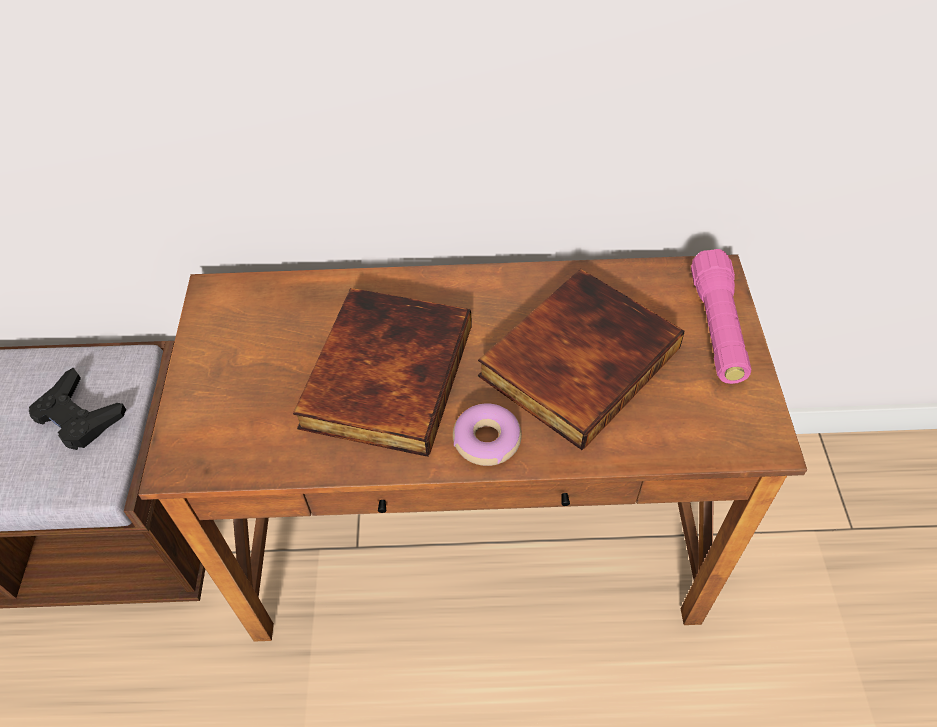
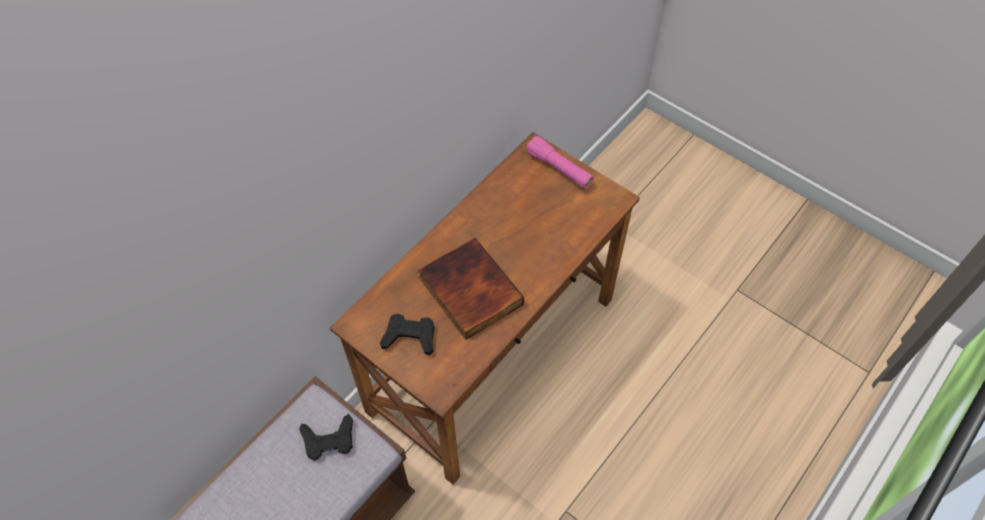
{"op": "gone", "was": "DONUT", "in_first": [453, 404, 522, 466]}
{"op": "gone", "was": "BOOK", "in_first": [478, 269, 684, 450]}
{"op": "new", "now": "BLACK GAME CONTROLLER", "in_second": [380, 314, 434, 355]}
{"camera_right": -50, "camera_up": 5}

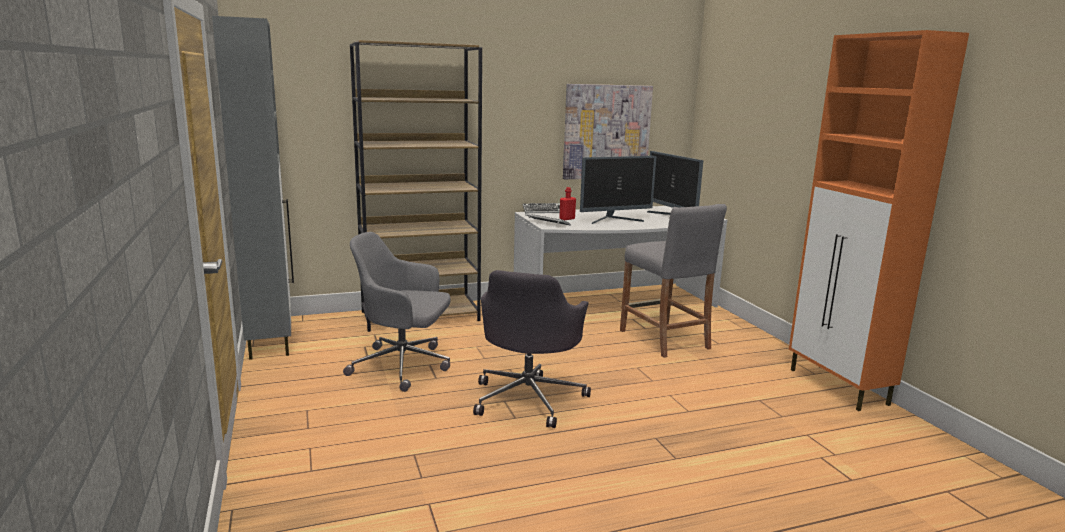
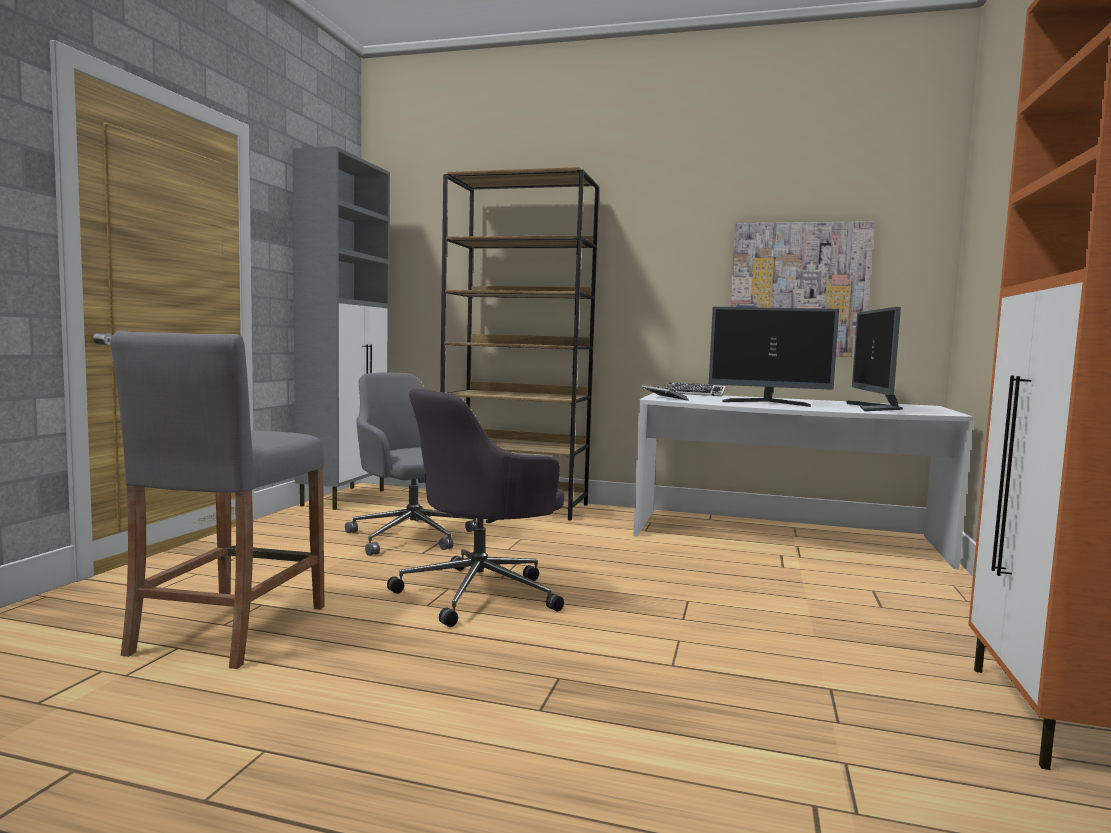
{"op": "gone", "was": "RED BOTTLE", "in_first": [559, 187, 576, 220]}
{"op": "shifted", "was": "GREY STOOL", "in_first": [620, 204, 727, 358], "in_second": [110, 331, 324, 669]}
{"camera_right": 35, "camera_up": -10}

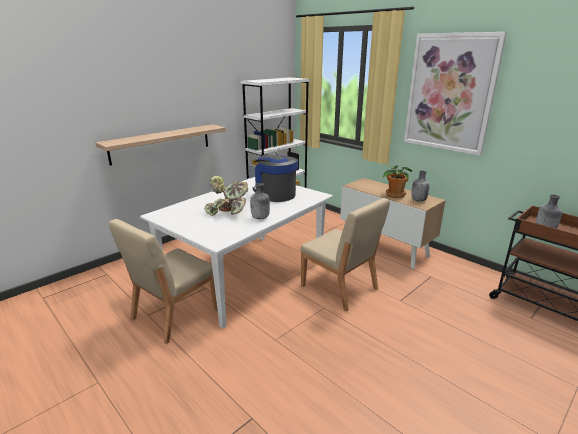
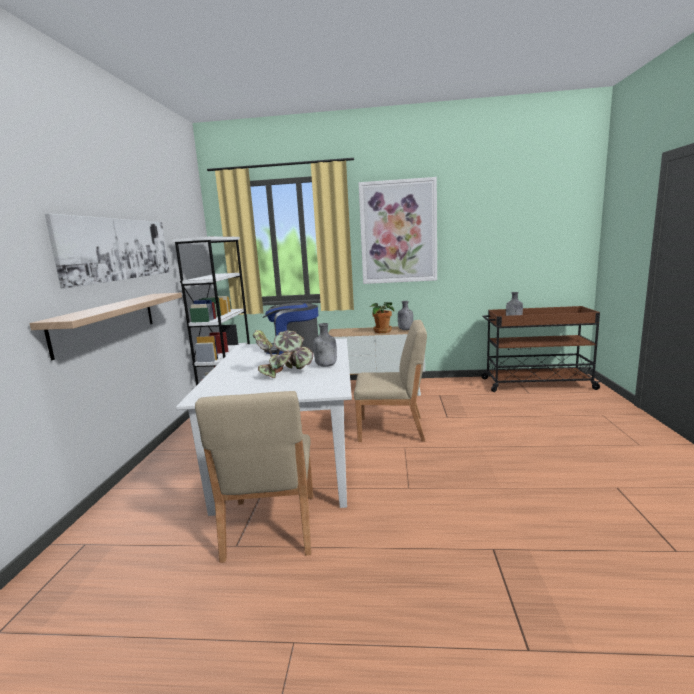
{"op": "new", "now": "PICTURE", "in_second": [45, 214, 170, 289]}
{"camera_right": -40, "camera_up": -10}

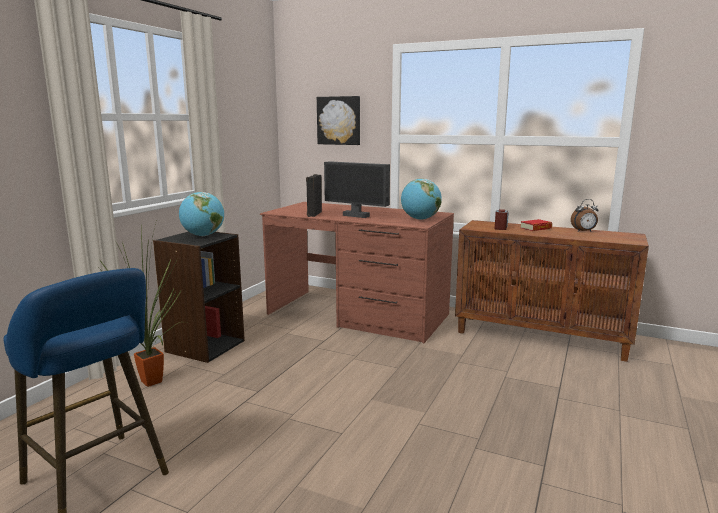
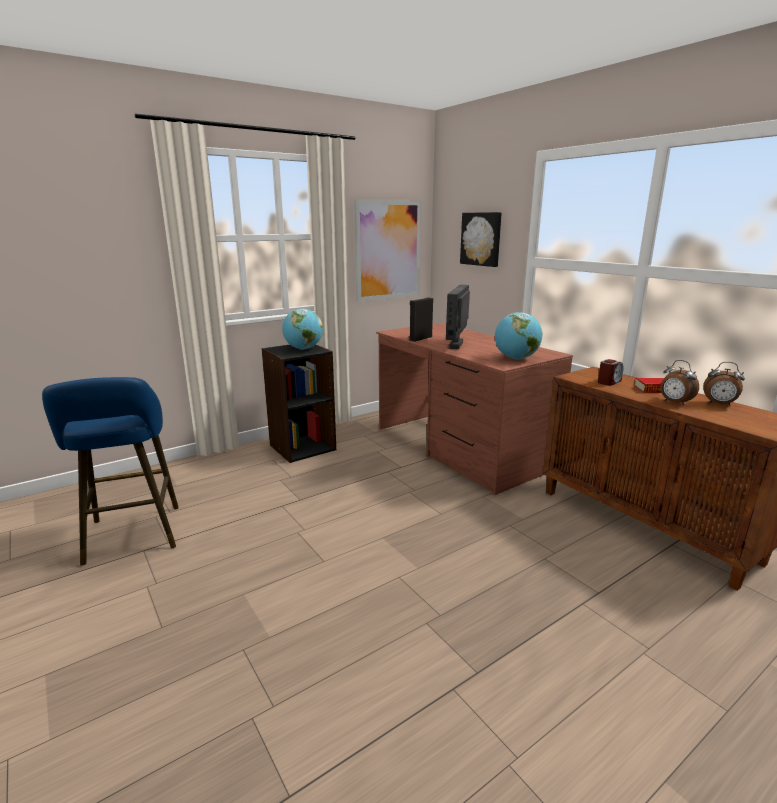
{"op": "gone", "was": "POTTED PLANT", "in_first": [98, 219, 188, 387]}
{"op": "rotated", "was": "MONITOR", "in_first": [324, 161, 390, 218], "in_second": [446, 285, 470, 349], "clockwise": 45}
{"op": "new", "now": "PICTURE", "in_second": [354, 199, 421, 301]}
{"op": "new", "now": "ALARM CLOCK", "in_second": [660, 360, 699, 405]}
{"camera_right": 30, "camera_up": 5}

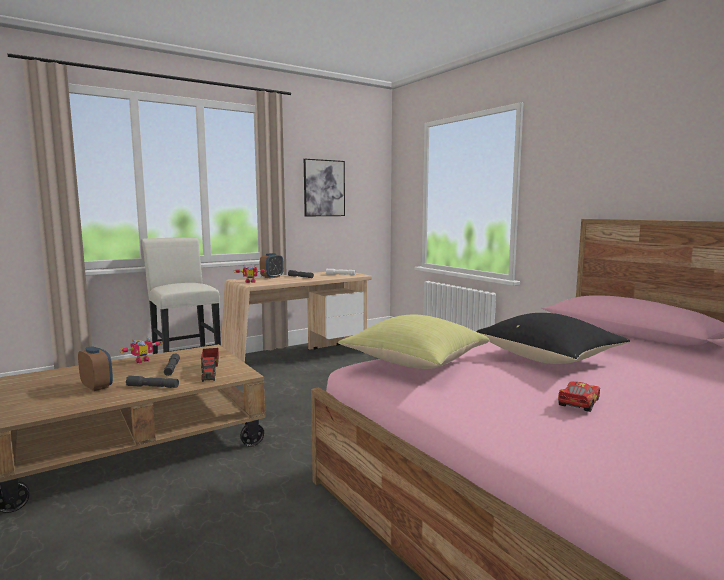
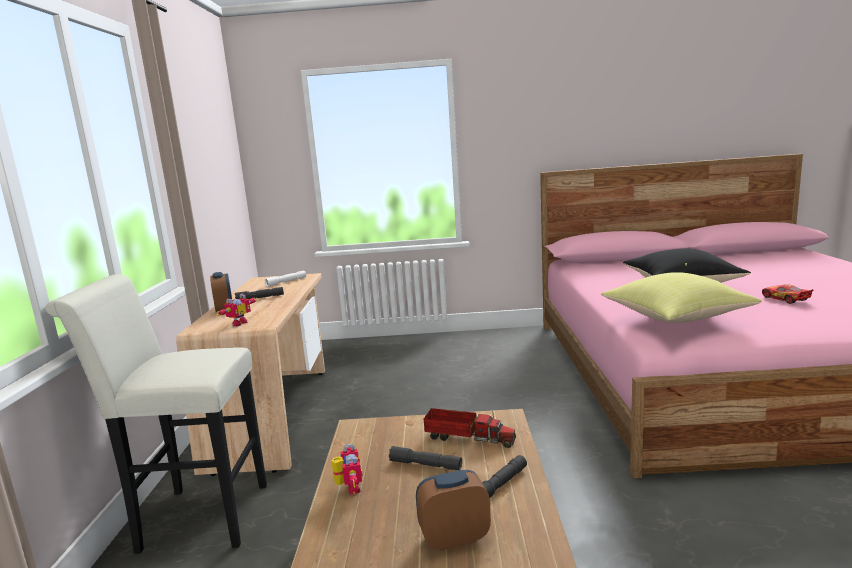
{"op": "gone", "was": "PICTURE", "in_first": [304, 159, 345, 216]}
{"camera_right": -55, "camera_up": 5}

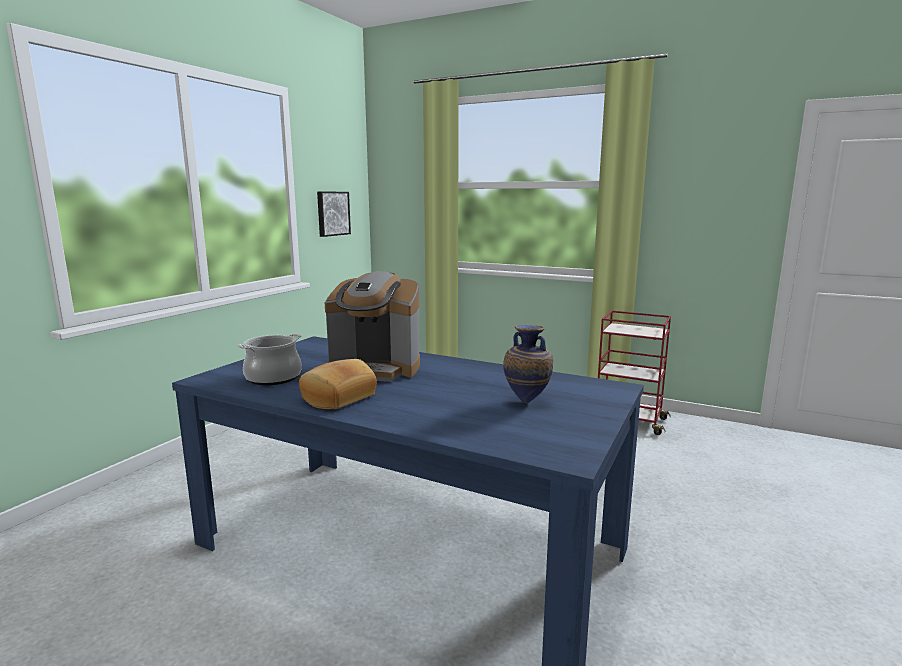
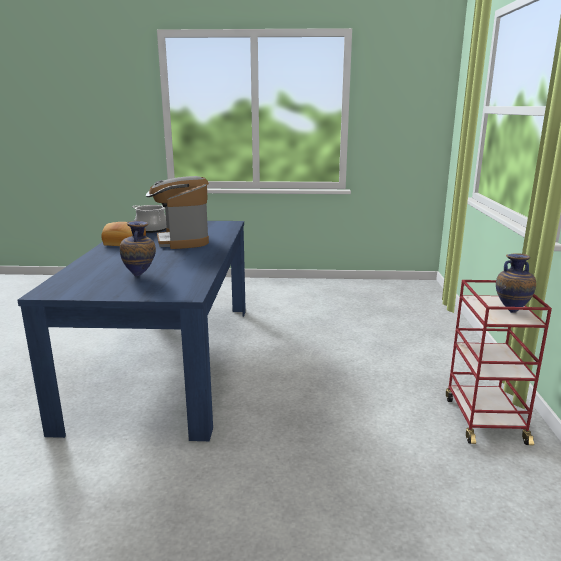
{"op": "gone", "was": "PICTURE", "in_first": [317, 192, 351, 237]}
{"op": "new", "now": "VASE", "in_second": [496, 253, 536, 313]}
{"camera_right": 65, "camera_up": 5}

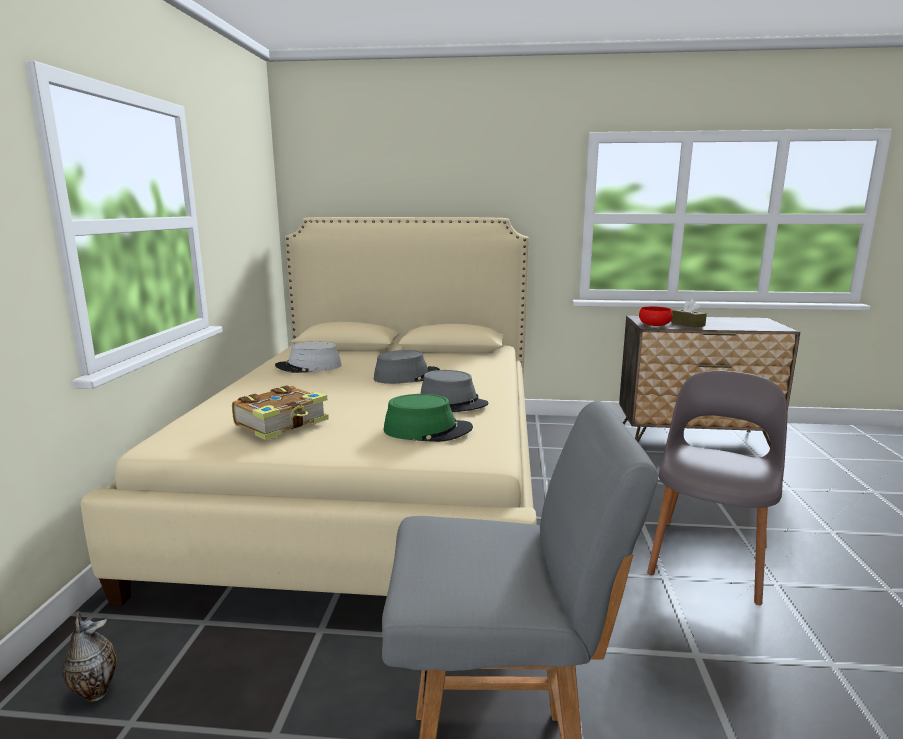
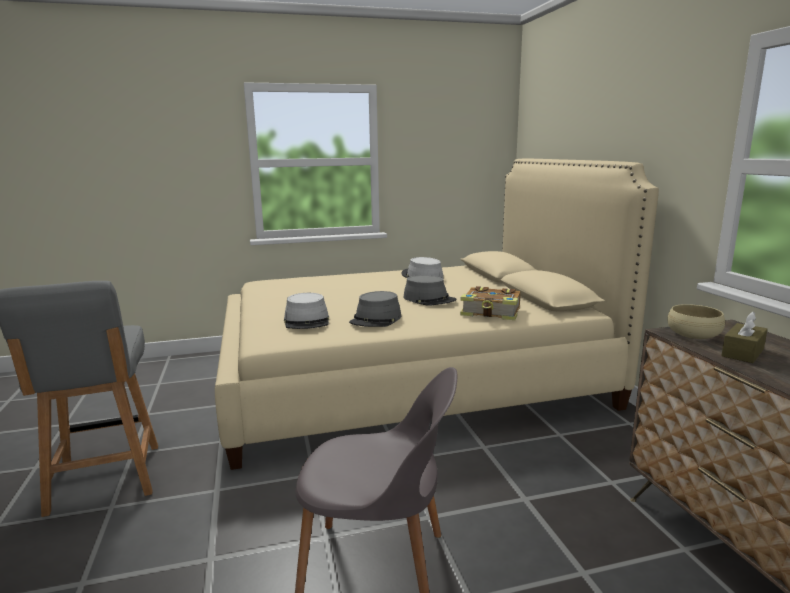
{"op": "gone", "was": "VASE", "in_first": [62, 611, 116, 702]}
{"op": "shifted", "was": "BOOK", "in_first": [232, 385, 329, 440], "in_second": [460, 286, 520, 320]}
{"op": "repainted", "was": "GREEN HAT", "now": "GREY HAT", "in_first": [384, 394, 473, 442], "in_second": [284, 293, 329, 329]}
{"op": "repainted", "was": "RED BOWL", "now": "BEIGE BOWL", "in_first": [639, 306, 673, 326], "in_second": [667, 304, 725, 339]}
{"camera_right": 70, "camera_up": 0}

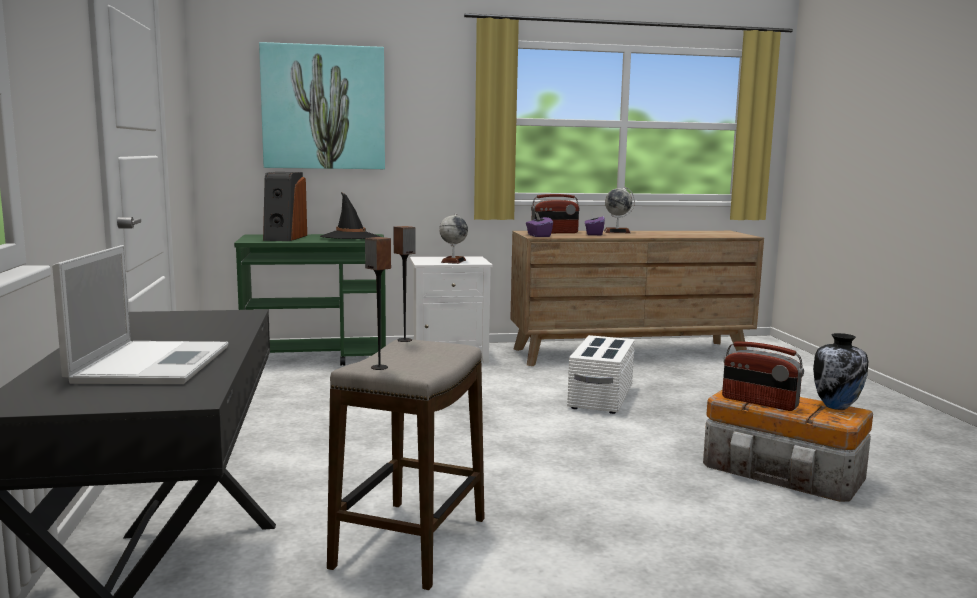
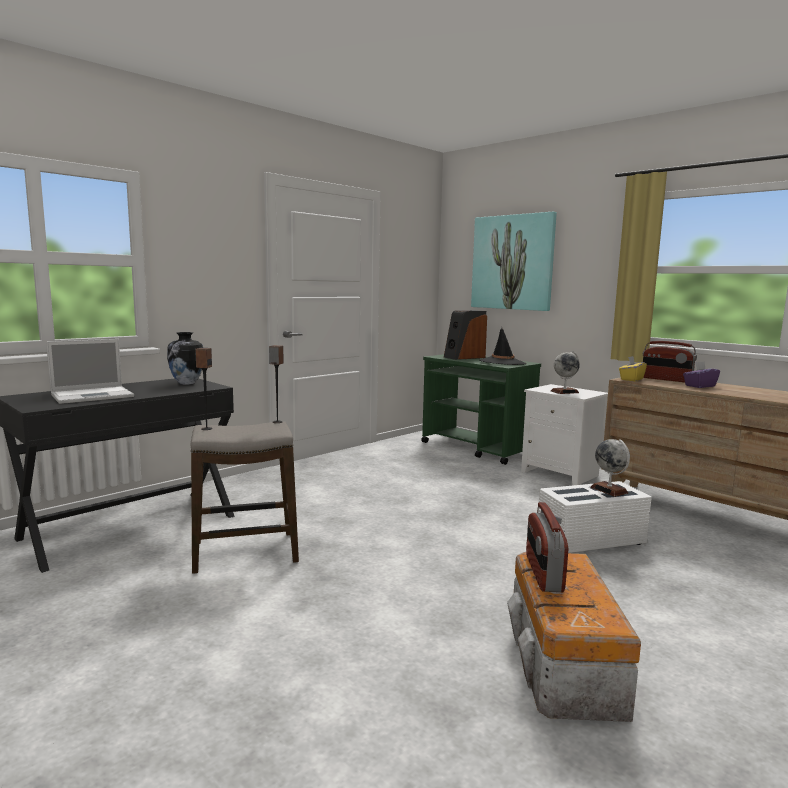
{"op": "repainted", "was": "PURPLE TISSUE BOX", "now": "YELLOW TISSUE BOX", "in_first": [526, 212, 553, 237], "in_second": [619, 356, 647, 381]}
{"op": "shifted", "was": "GLOBE", "in_first": [604, 187, 635, 233], "in_second": [591, 439, 630, 497]}
{"op": "shifted", "was": "VASE", "in_first": [813, 333, 868, 410], "in_second": [167, 332, 203, 385]}
{"camera_right": 55, "camera_up": 0}

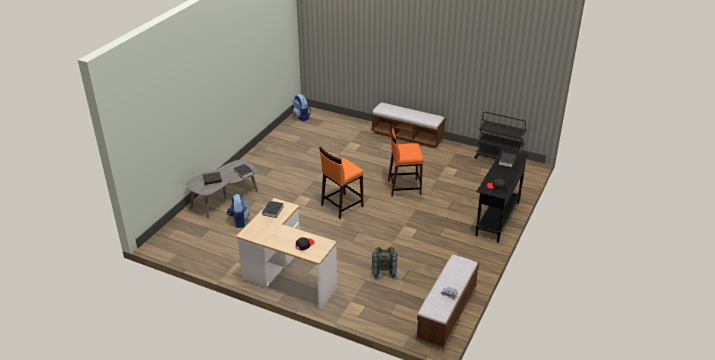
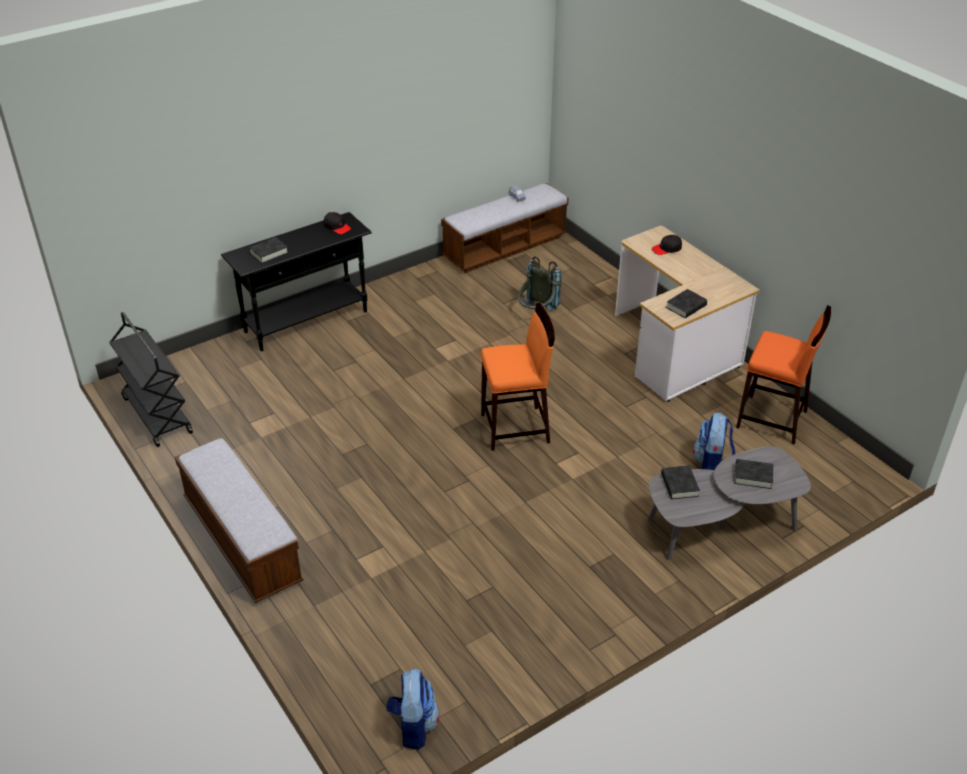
{"op": "shifted", "was": "ORANGE STOOL", "in_first": [388, 124, 423, 197], "in_second": [736, 305, 831, 445]}
{"camera_right": -150, "camera_up": 5}

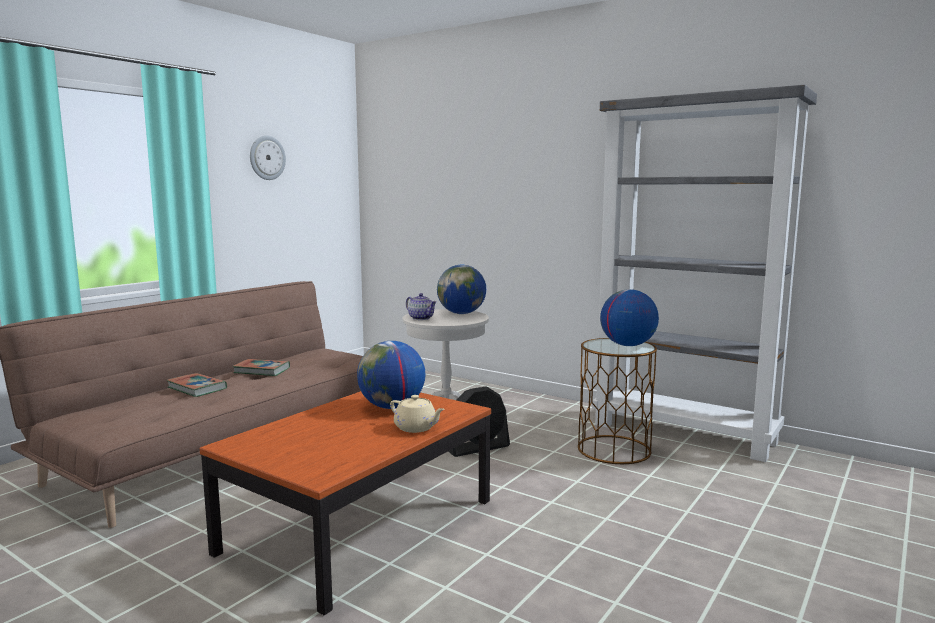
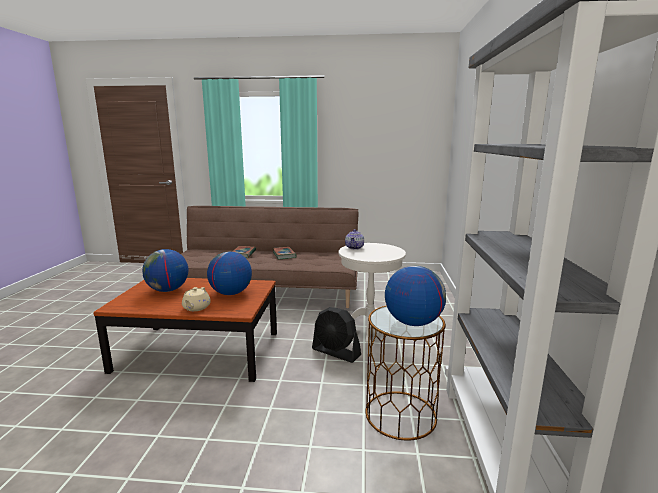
{"op": "gone", "was": "WALL CLOCK", "in_first": [250, 135, 286, 180]}
{"op": "shifted", "was": "GLOBE", "in_first": [437, 265, 486, 314], "in_second": [142, 249, 188, 292]}
{"camera_right": 60, "camera_up": 5}

